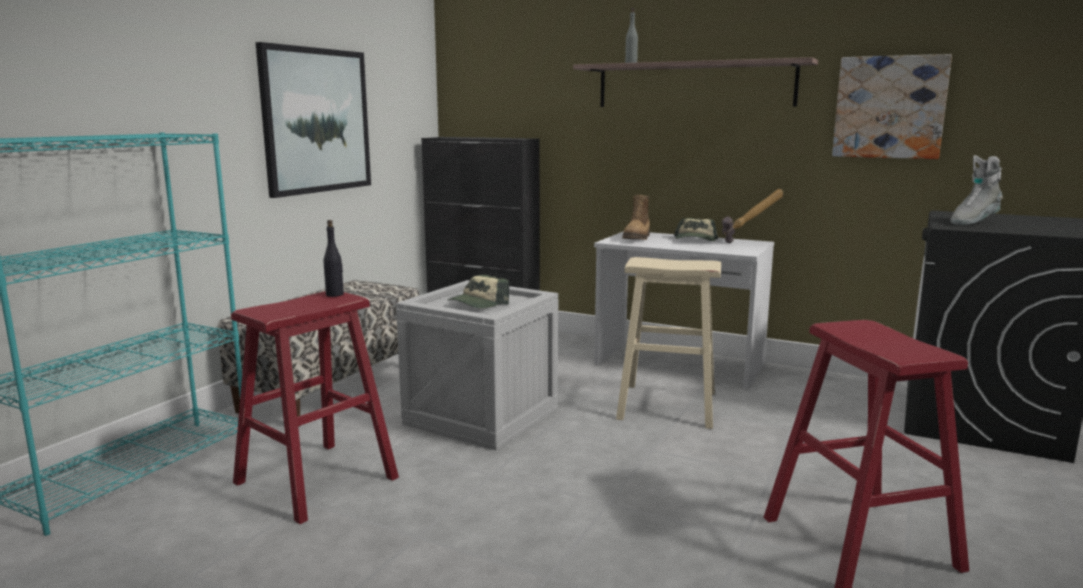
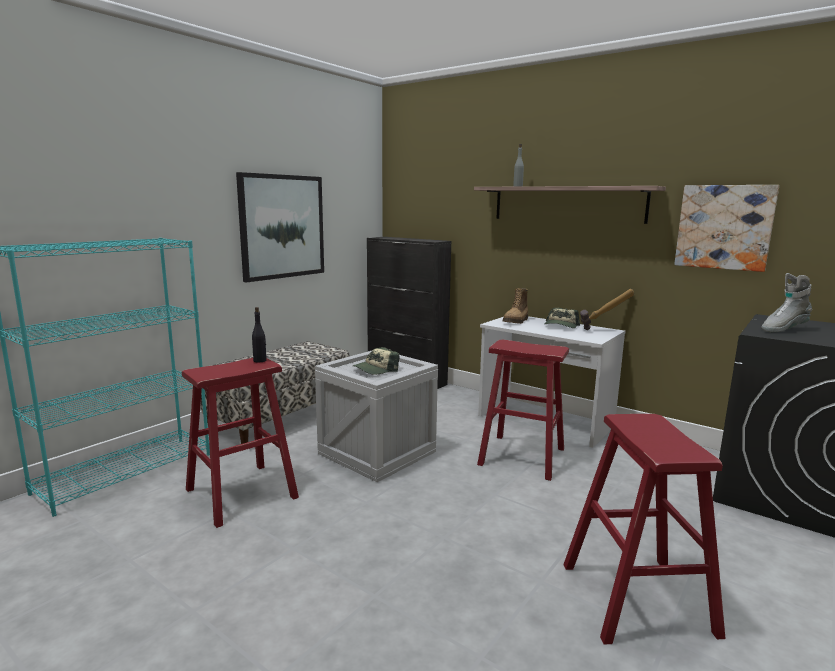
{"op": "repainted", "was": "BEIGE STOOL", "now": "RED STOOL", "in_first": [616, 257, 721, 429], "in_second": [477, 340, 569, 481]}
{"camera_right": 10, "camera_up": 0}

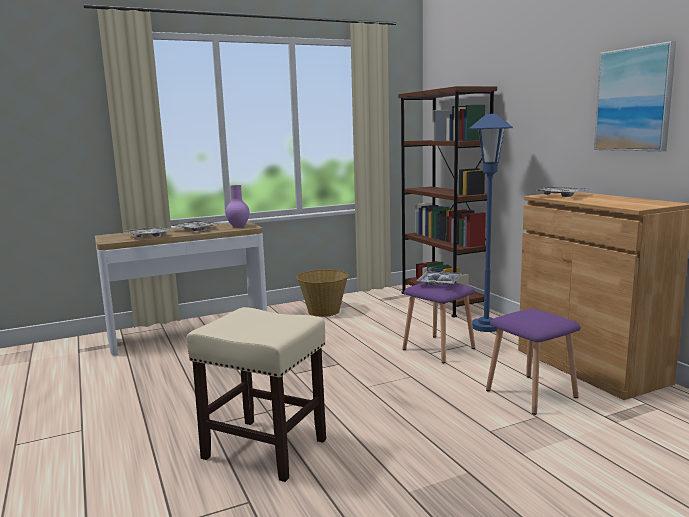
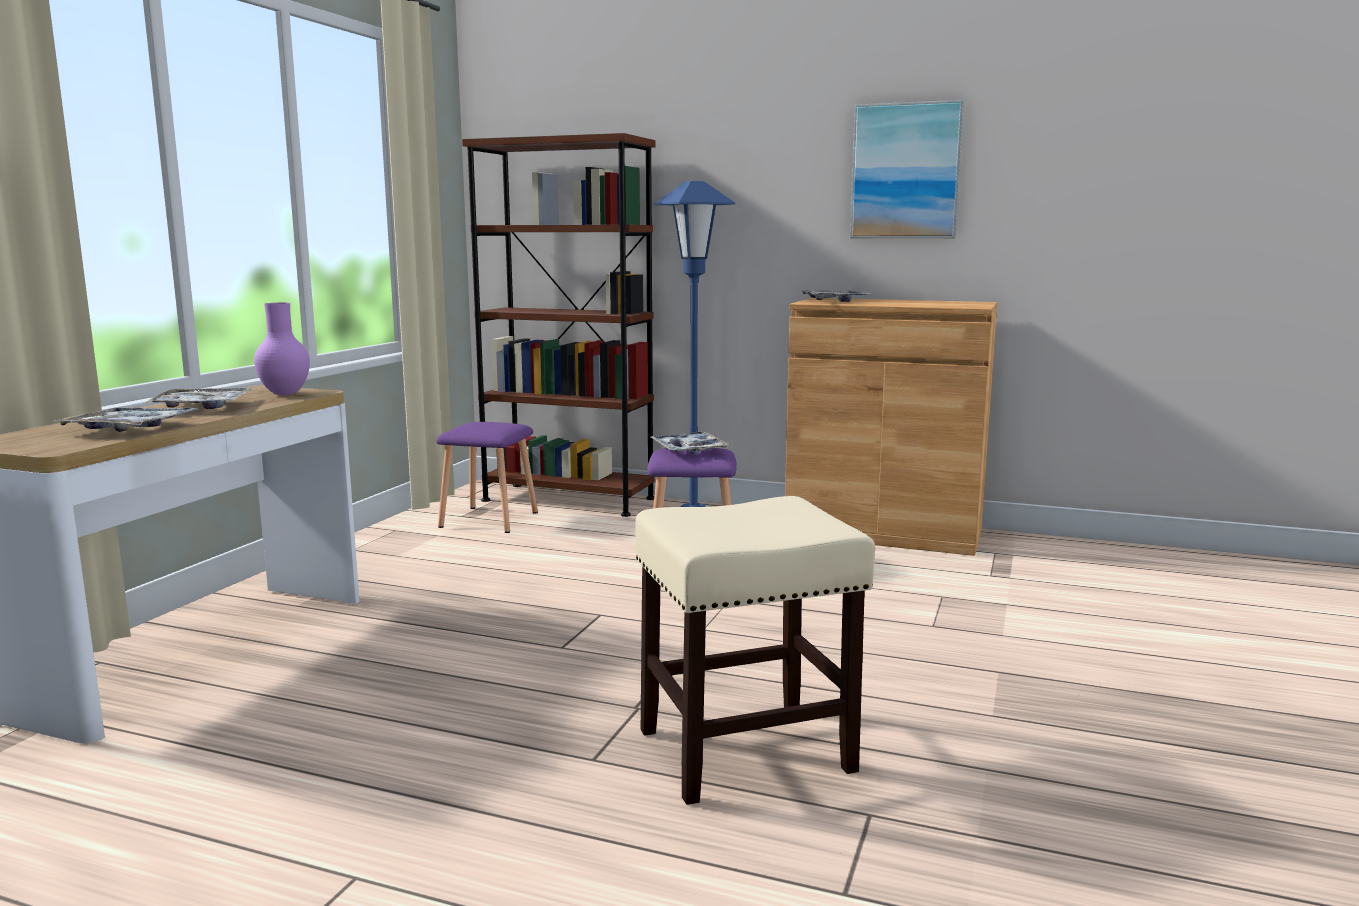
{"op": "gone", "was": "BASKET", "in_first": [296, 269, 349, 317]}
{"op": "shifted", "was": "PURPLE STOOL", "in_first": [486, 309, 581, 415], "in_second": [436, 422, 538, 533]}
{"camera_right": -45, "camera_up": 0}

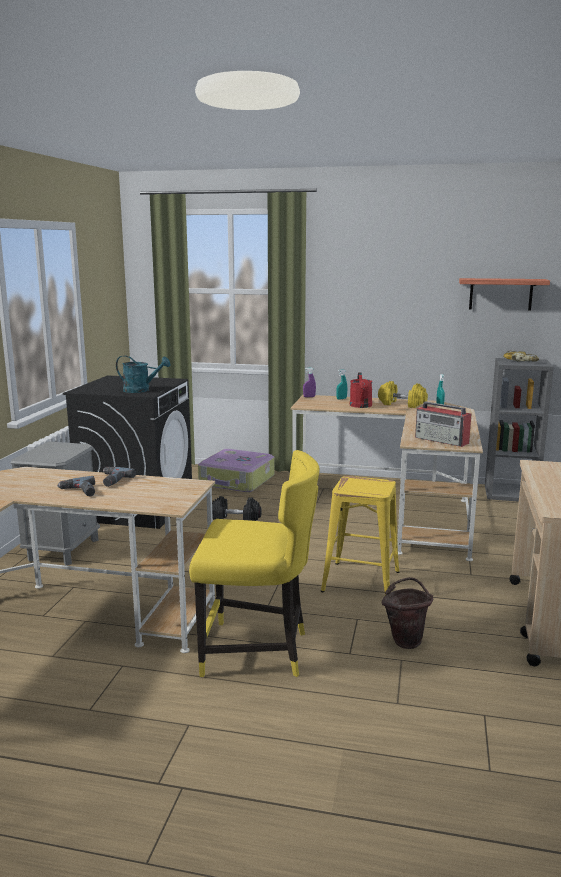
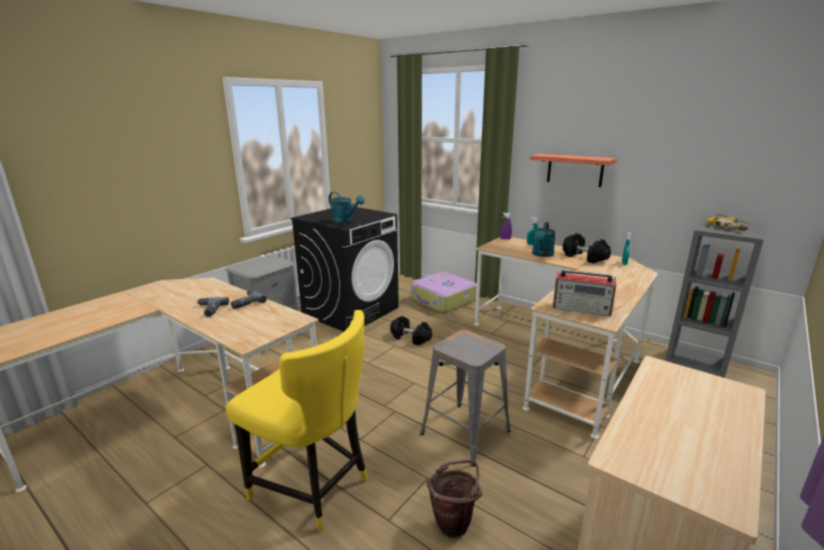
{"op": "repainted", "was": "YELLOW STOOL", "now": "GREY STOOL", "in_first": [321, 476, 400, 596], "in_second": [420, 330, 511, 467]}
{"op": "repainted", "was": "RED WATERING CAN", "now": "TURQUOISE WATERING CAN", "in_first": [350, 372, 372, 408], "in_second": [532, 222, 556, 257]}
{"op": "repainted", "was": "YELLOW DUMBBELL", "now": "BLACK DUMBBELL", "in_first": [378, 381, 428, 408], "in_second": [563, 233, 611, 263]}
{"op": "rotated", "was": "RADIO", "in_first": [415, 402, 471, 447], "in_second": [553, 269, 616, 316], "clockwise": -45}
{"op": "shifted", "was": "SHELF", "in_first": [459, 278, 550, 311], "in_second": [530, 154, 617, 187]}
{"camera_right": 25, "camera_up": 5}

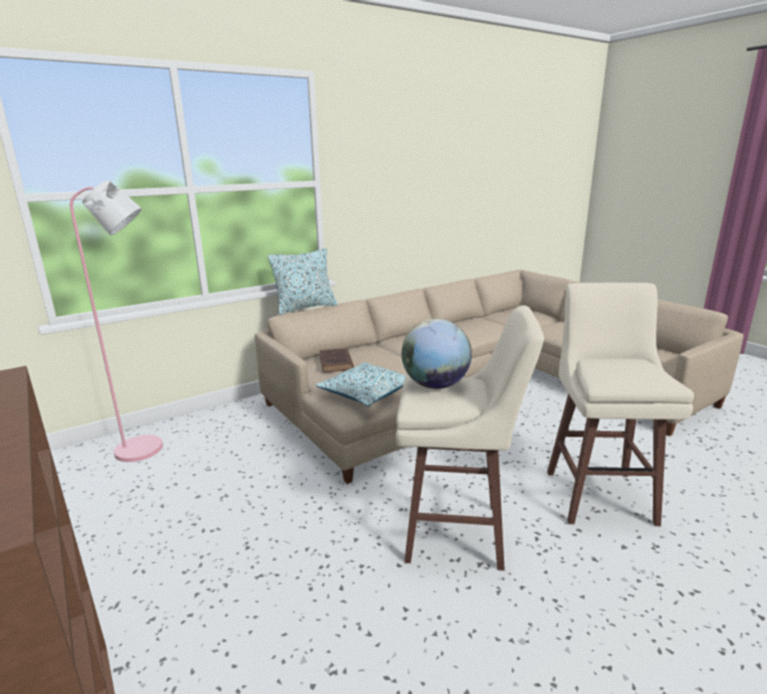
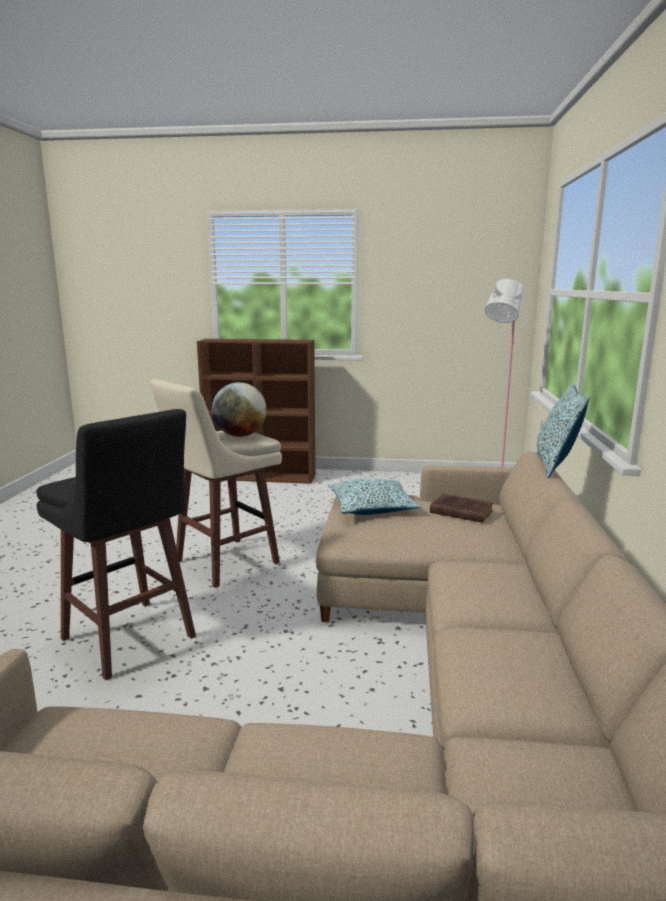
{"op": "repainted", "was": "BEIGE STOOL", "now": "BLACK STOOL", "in_first": [547, 283, 694, 526], "in_second": [36, 409, 196, 680]}
{"camera_right": 130, "camera_up": -5}

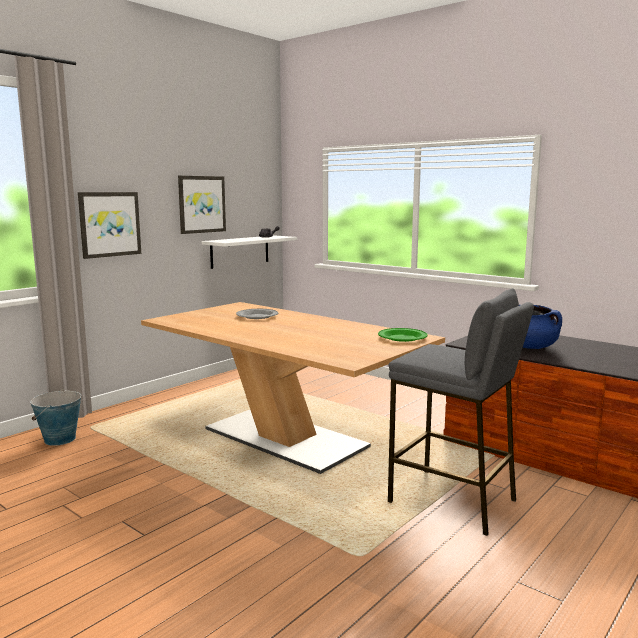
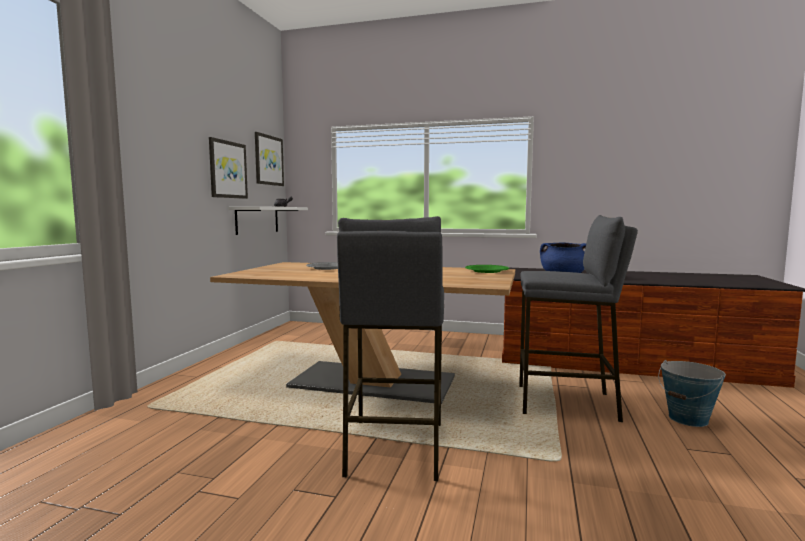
{"op": "shifted", "was": "BUCKET", "in_first": [30, 389, 81, 446], "in_second": [658, 360, 726, 427]}
{"op": "shifted", "was": "PICTURE", "in_first": [78, 192, 141, 259], "in_second": [255, 132, 284, 186]}
{"op": "new", "now": "GREY STOOL", "in_second": [337, 216, 444, 481]}
{"camera_right": -25, "camera_up": -5}

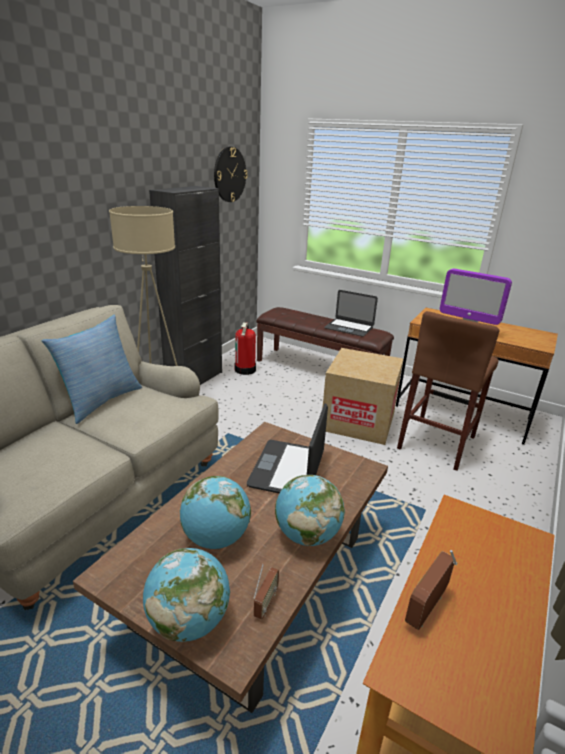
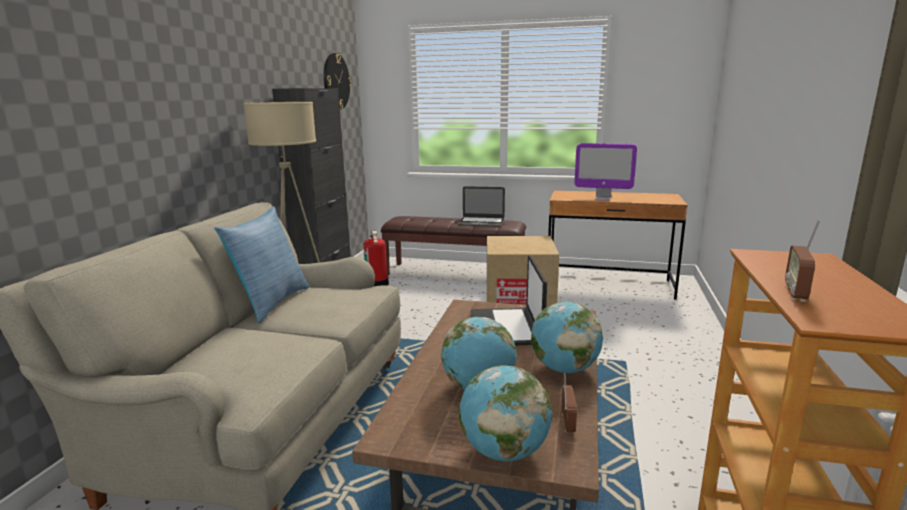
{"op": "gone", "was": "BROWN STOOL", "in_first": [397, 311, 500, 471]}
{"camera_right": -15, "camera_up": -10}

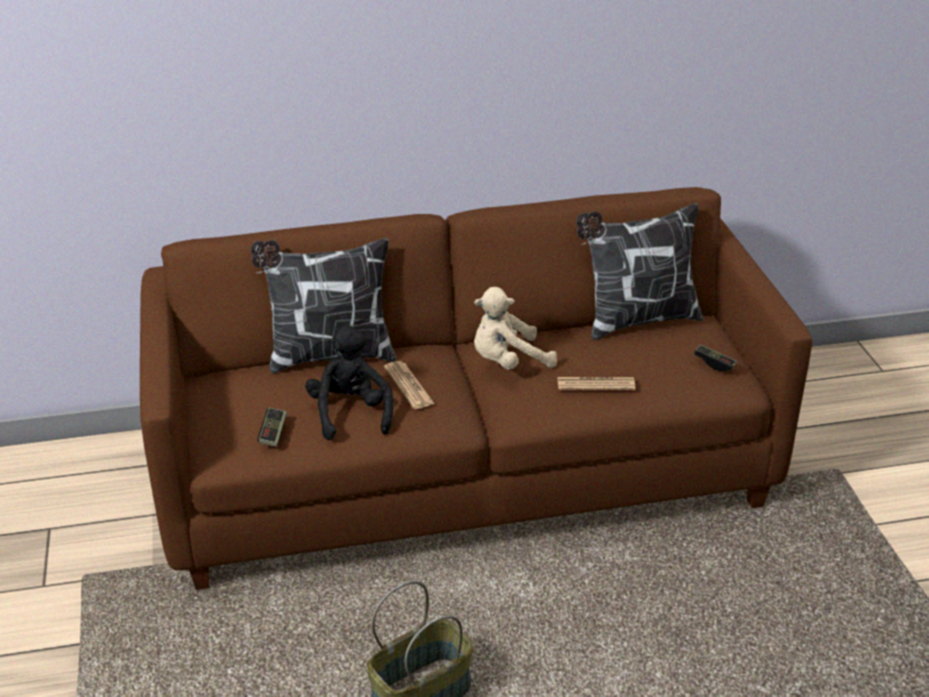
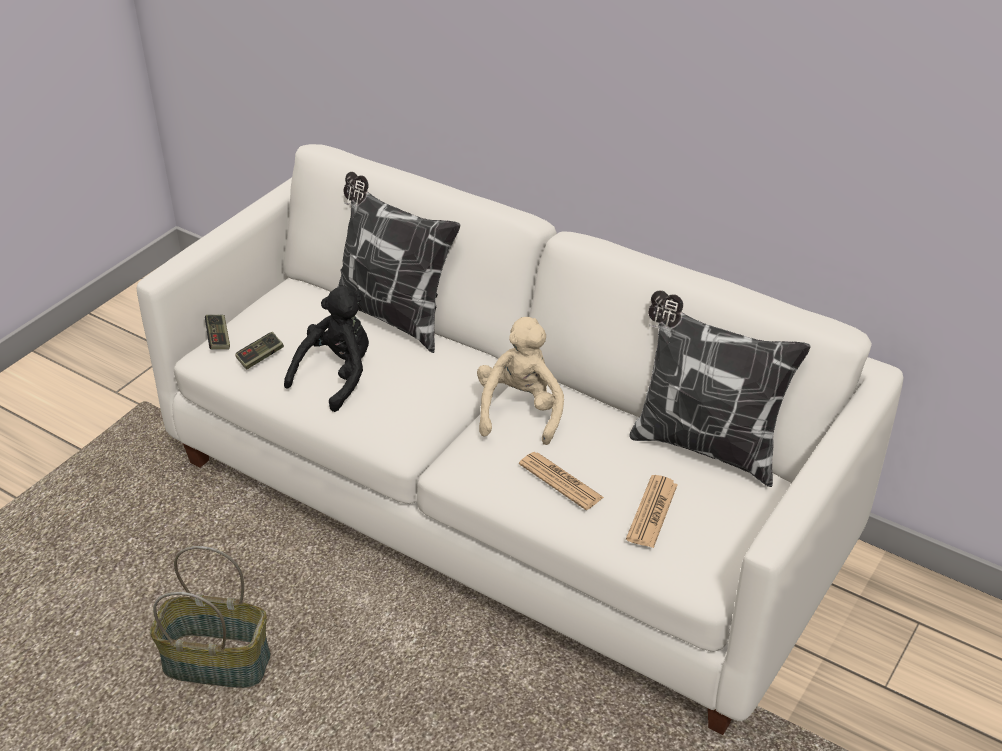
{"op": "repainted", "was": "BROWN SOFA", "now": "WHITE SOFA", "in_first": [140, 187, 812, 590], "in_second": [137, 144, 904, 735]}
{"op": "shifted", "was": "NEWSPAPER", "in_first": [384, 361, 434, 409], "in_second": [626, 475, 678, 548]}
{"op": "rotated", "was": "BEIGE PLUSH TOY", "in_first": [474, 287, 557, 370], "in_second": [477, 317, 564, 445], "clockwise": 75}
{"op": "shifted", "was": "GAME CONTROLLER", "in_first": [694, 345, 737, 372], "in_second": [205, 315, 230, 350]}
{"camera_right": 45, "camera_up": 5}

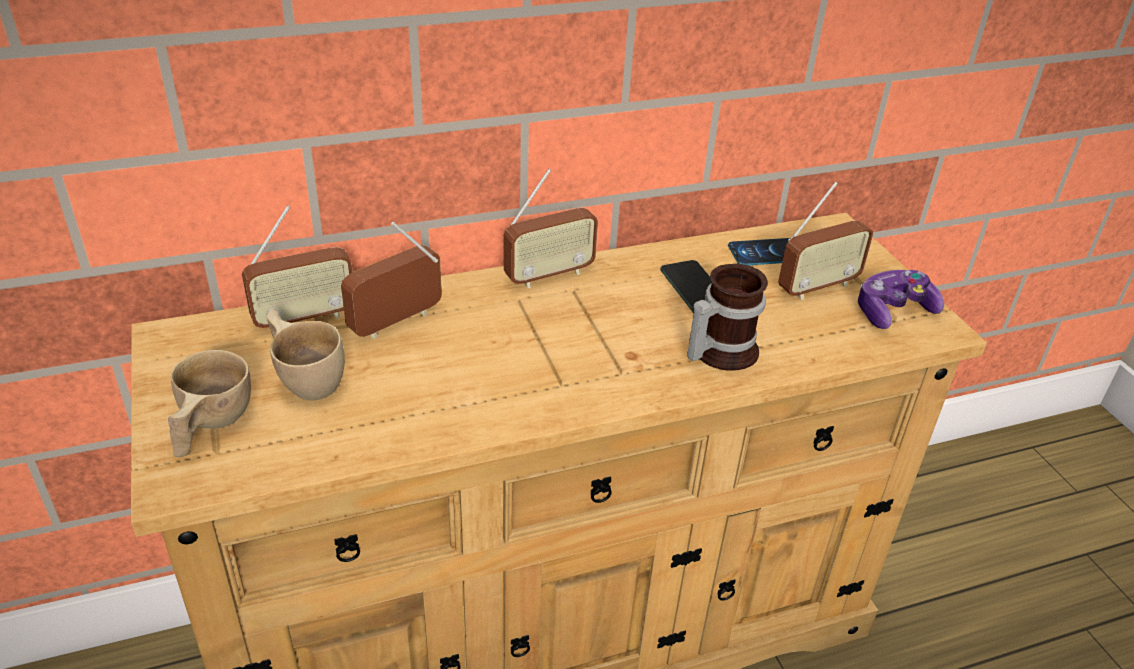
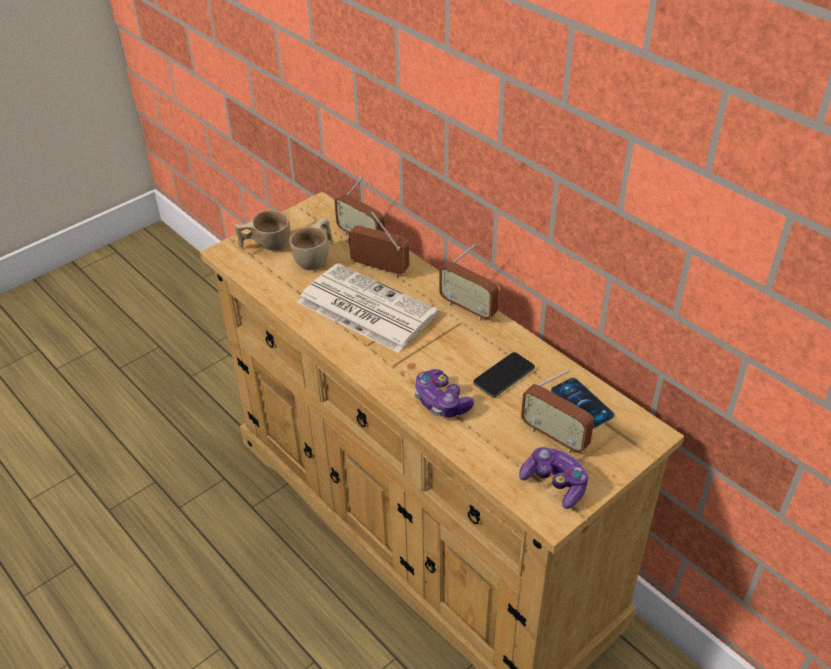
{"op": "swapped", "was": "MUG", "now": "GAME CONTROLLER", "in_first": [687, 264, 768, 371], "in_second": [414, 369, 474, 417]}
{"op": "new", "now": "NEWSPAPER", "in_second": [297, 263, 439, 353]}
{"camera_right": 70, "camera_up": 5}

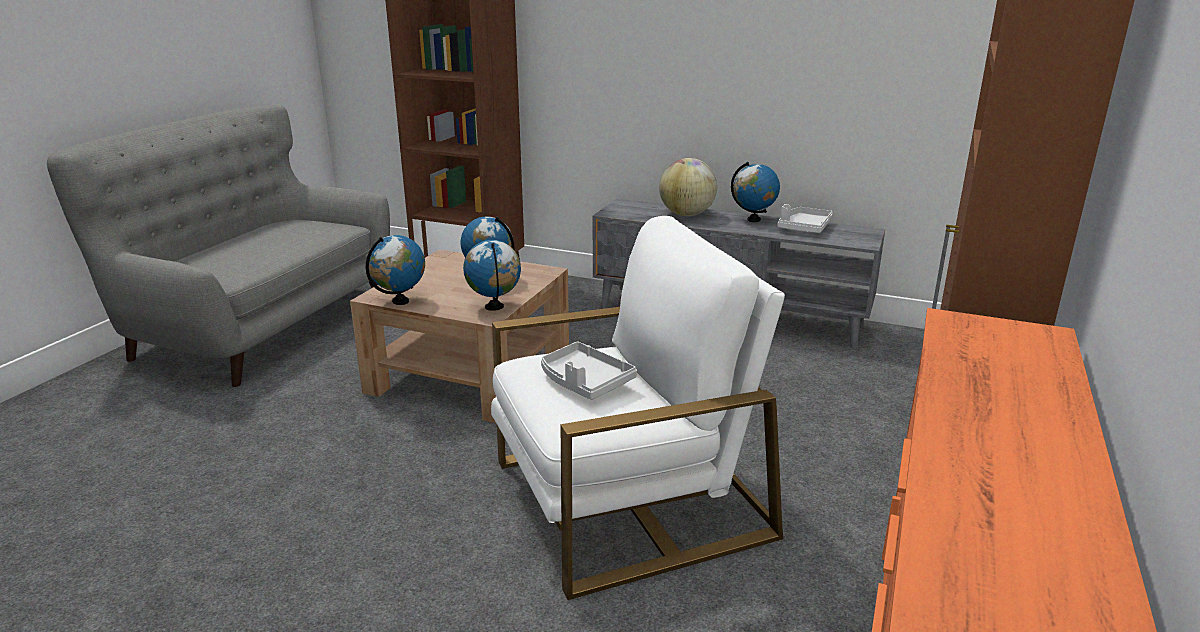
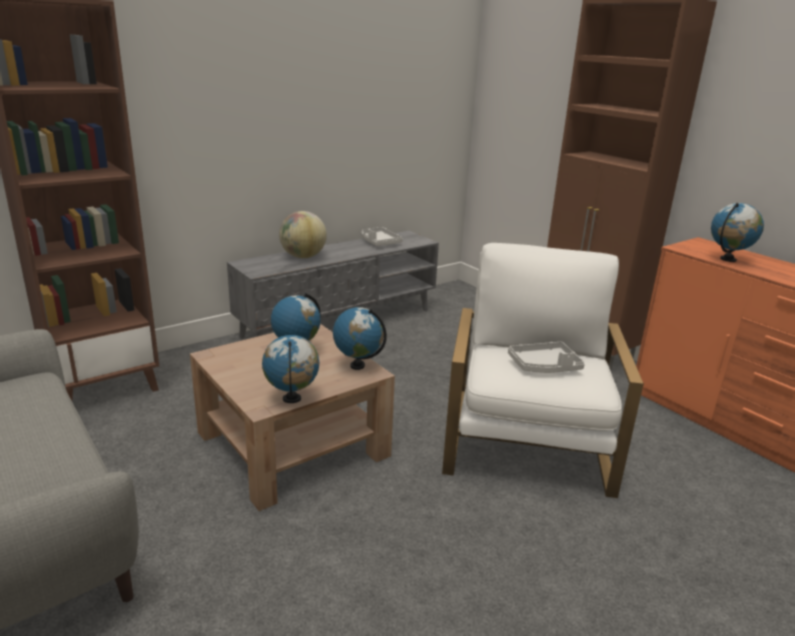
{"op": "shifted", "was": "GLOBE", "in_first": [731, 162, 780, 222], "in_second": [711, 203, 764, 262]}
{"camera_right": -60, "camera_up": 0}

